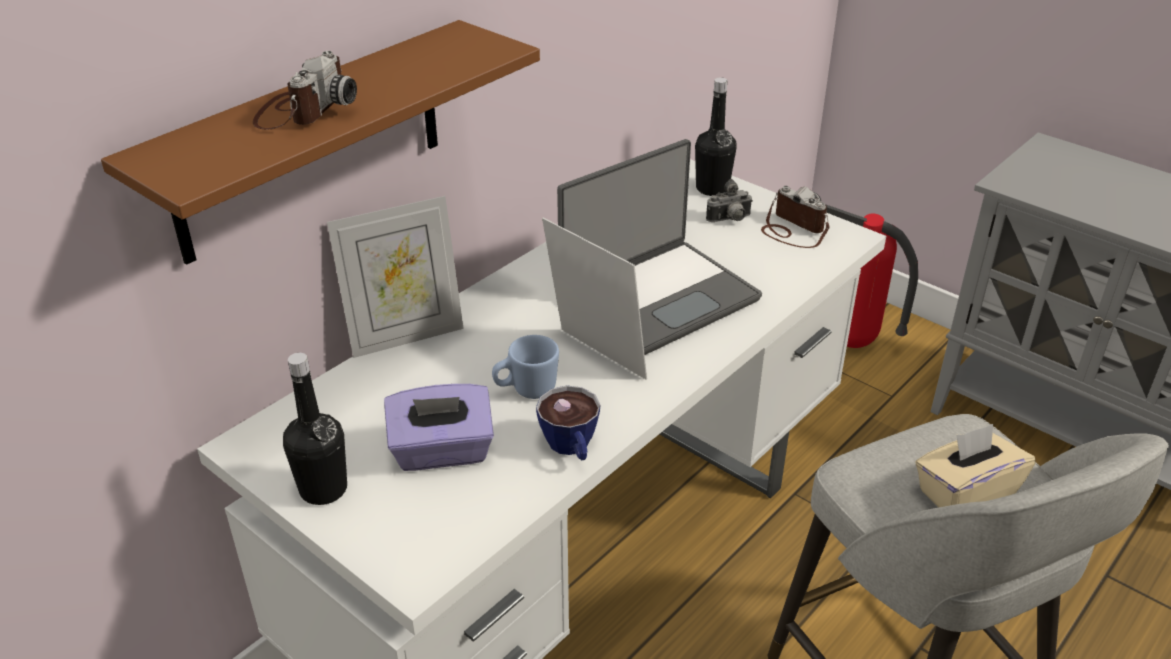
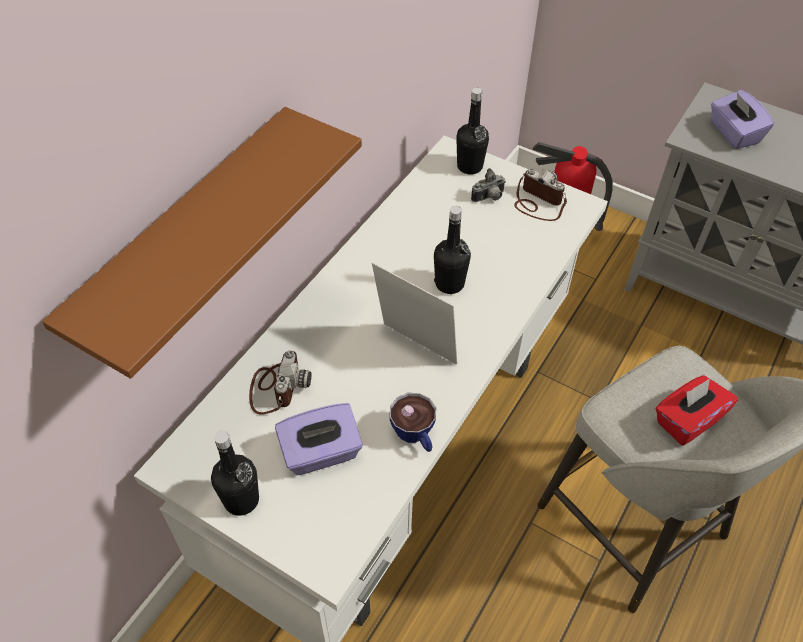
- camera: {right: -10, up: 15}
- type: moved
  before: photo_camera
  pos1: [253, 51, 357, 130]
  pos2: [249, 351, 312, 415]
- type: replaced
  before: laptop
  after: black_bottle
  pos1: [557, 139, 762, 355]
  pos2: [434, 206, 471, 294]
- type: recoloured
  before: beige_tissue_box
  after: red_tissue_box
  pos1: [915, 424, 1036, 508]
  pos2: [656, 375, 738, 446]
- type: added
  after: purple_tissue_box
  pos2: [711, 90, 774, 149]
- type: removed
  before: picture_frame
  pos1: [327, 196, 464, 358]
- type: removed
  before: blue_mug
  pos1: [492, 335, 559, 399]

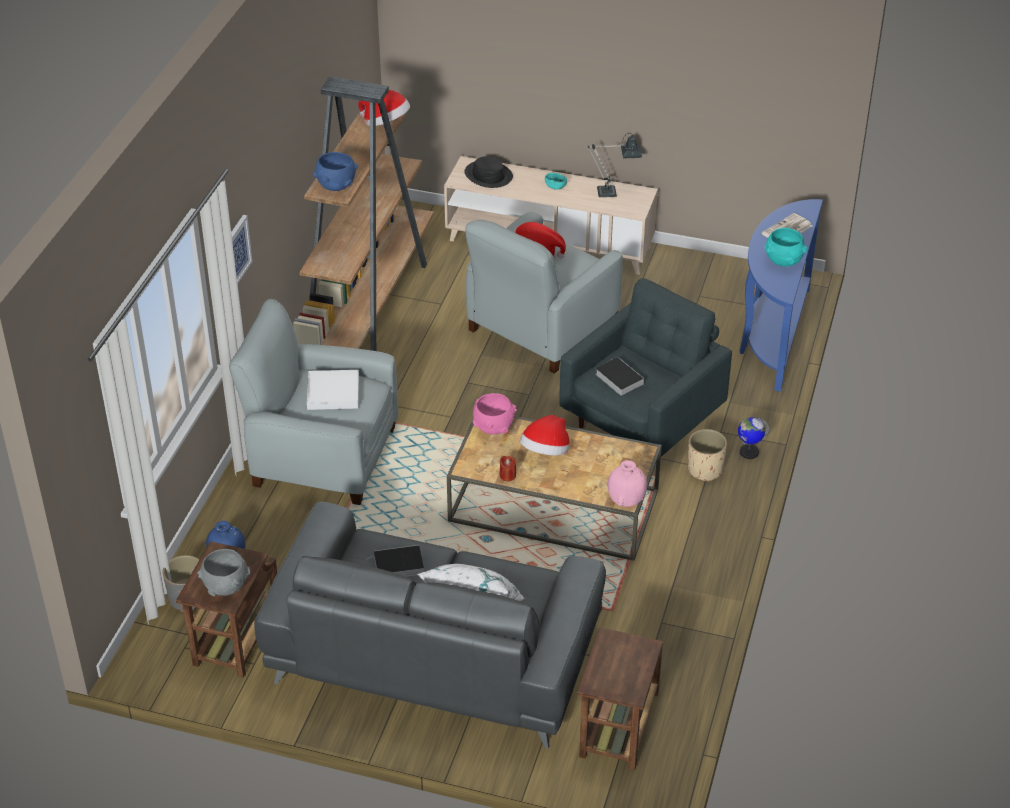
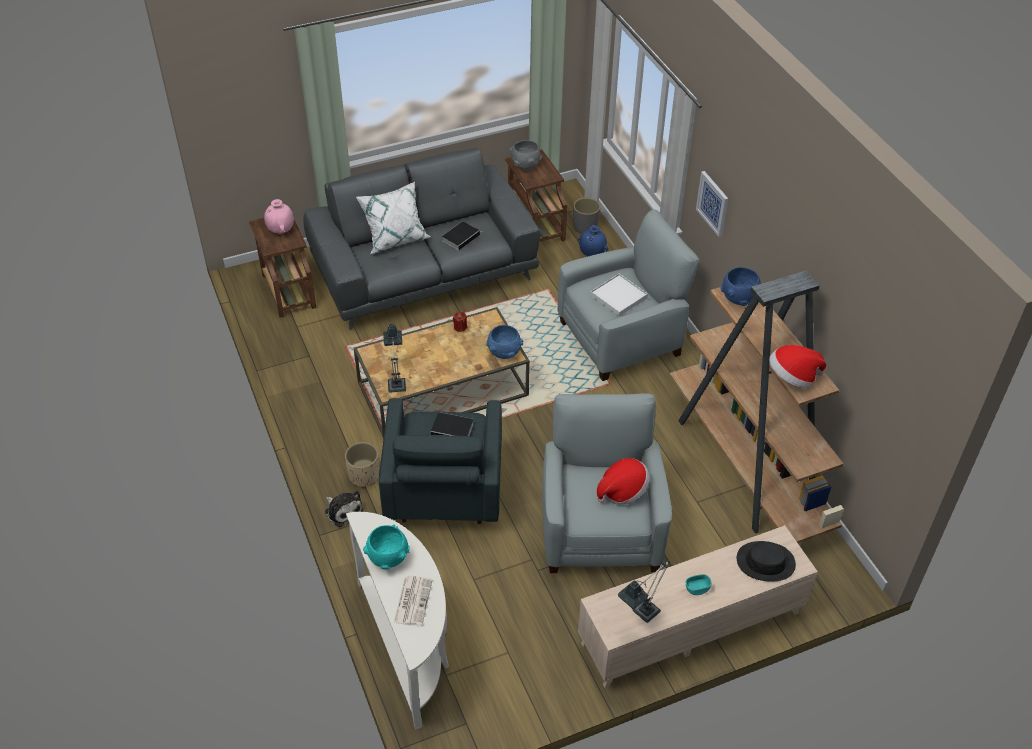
- camera: {right: 140, up: 5}
- type: moved
  before: pink_vase
  pos1: [608, 460, 647, 507]
  pos2: [264, 199, 294, 233]
- type: replaced
  before: globe
  after: plush_toy
  pos1: [738, 417, 769, 459]
  pos2: [325, 491, 363, 527]
- type: recoloured
  before: blue_console_table
  after: white_console_table
  pos1: [740, 199, 823, 391]
  pos2: [346, 512, 449, 730]
- type: added
  after: table_lamp
  pos2: [383, 324, 406, 393]
- type: recoloured
  before: pink_bowl
  after: blue_bowl
  pos1: [472, 393, 517, 435]
  pos2: [486, 325, 523, 359]
- type: removed
  before: hat
  pos1: [520, 415, 570, 456]

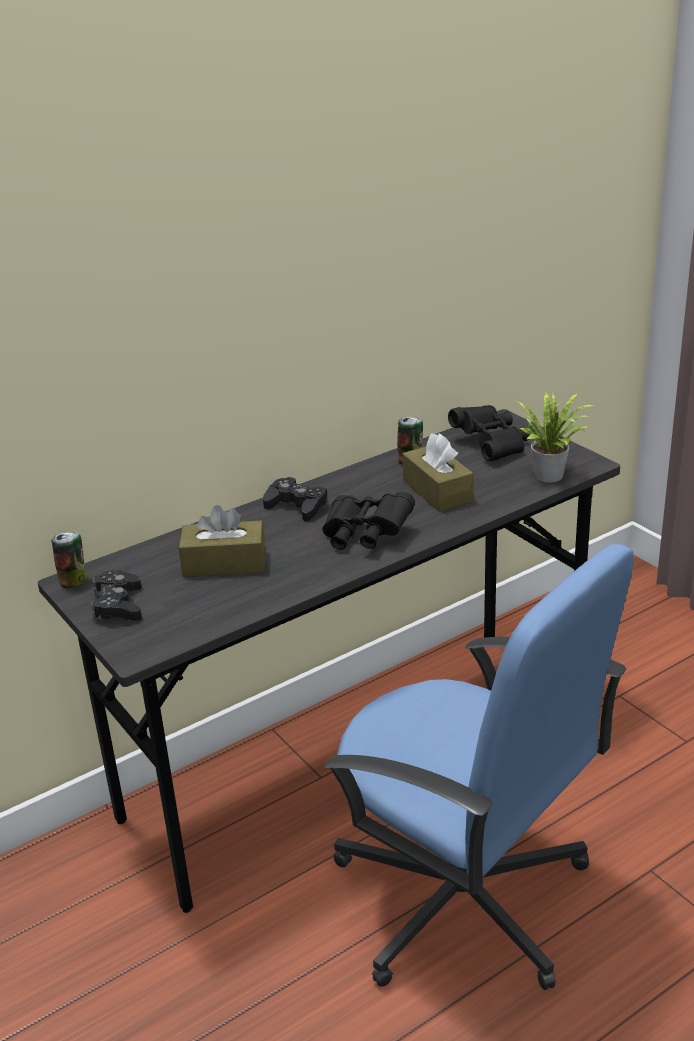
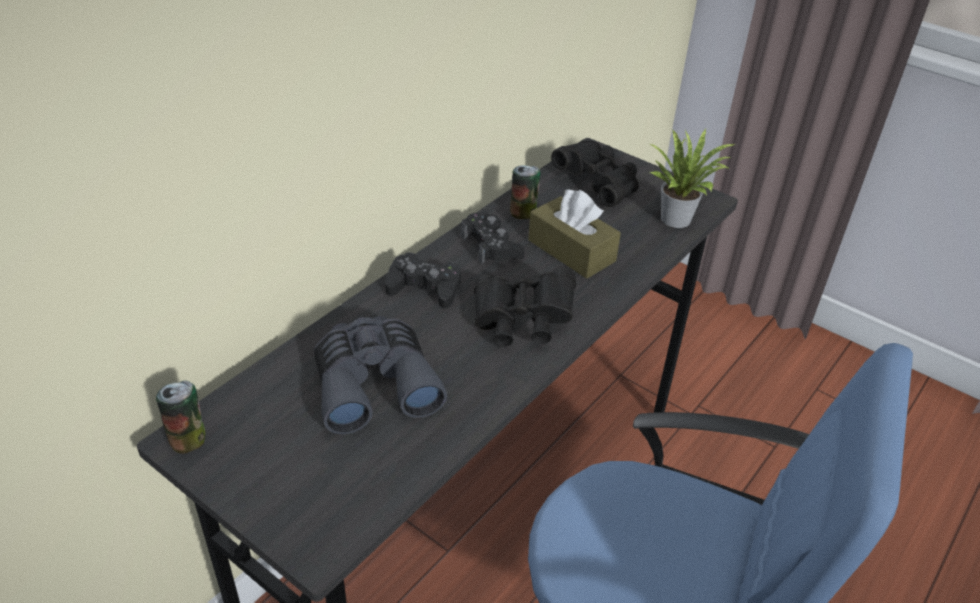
- camera: {right: -20, up: 10}
- type: replaced
  before: brown_tissue_box
  after: grey_binoculars
  pos1: [179, 505, 265, 577]
  pos2: [314, 316, 447, 435]
- type: moved
  before: black_game_controller
  pos1: [91, 570, 142, 622]
  pos2: [461, 212, 525, 264]

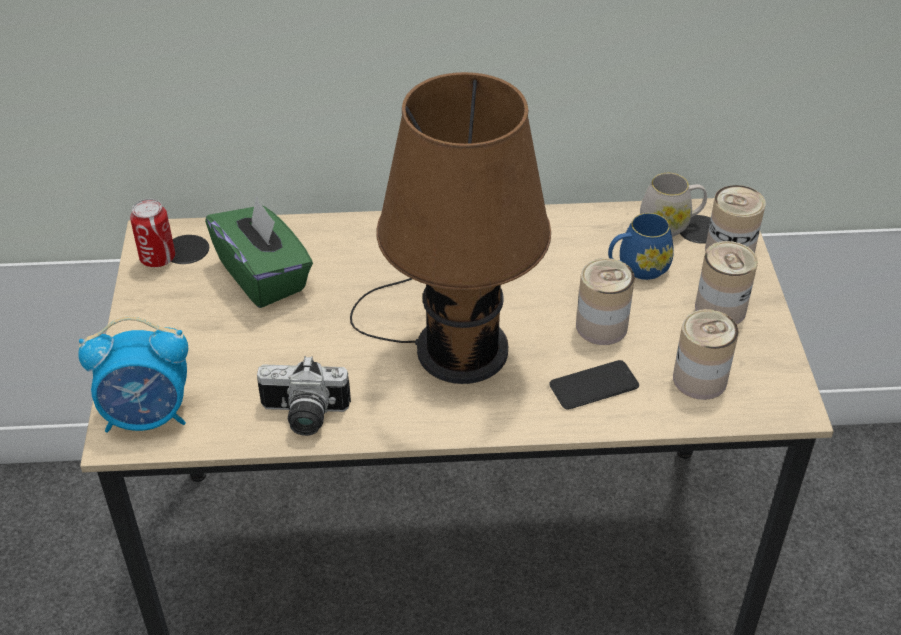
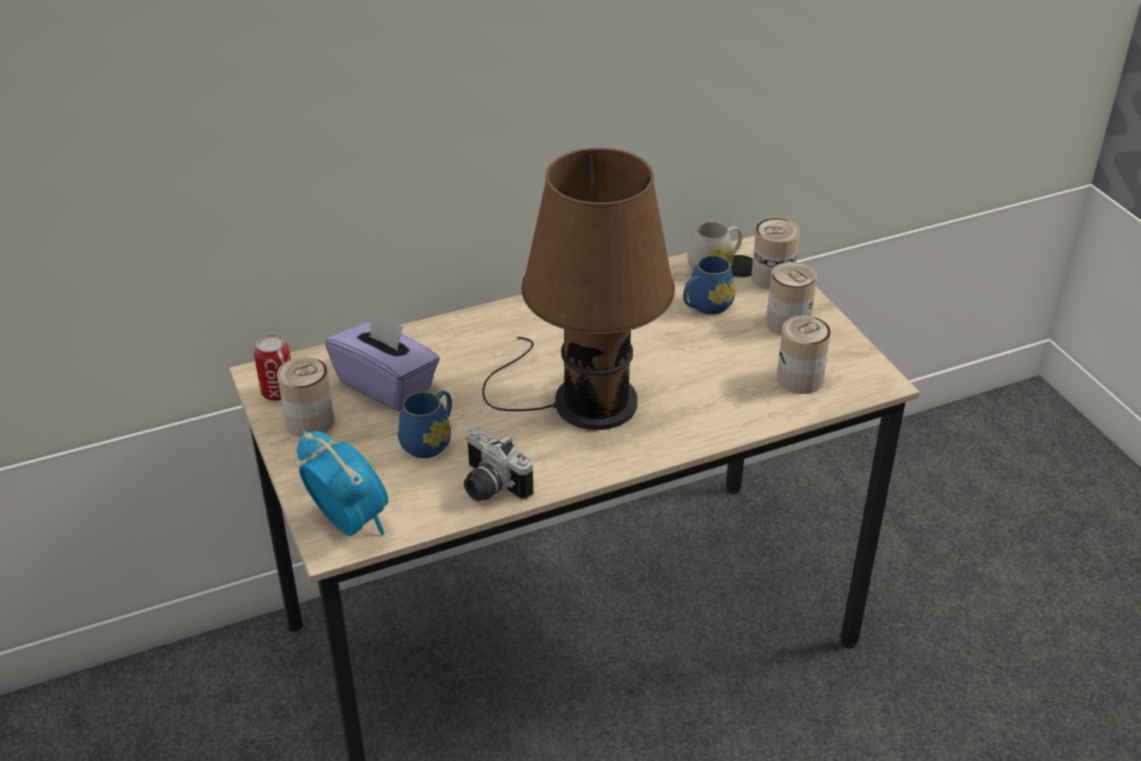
- camera: {right: -20, up: -5}
- type: moved
  before: can
  pos1: [576, 258, 635, 345]
  pos2: [277, 357, 334, 438]
- type: turned
  before: alarm_clock
  pos1: [78, 317, 188, 433]
  pos2: [297, 431, 388, 536]
  turn: -105
- type: recoloured
  before: green_tissue_box
  after: purple_tissue_box
  pos1: [205, 196, 313, 308]
  pos2: [325, 310, 440, 411]
- type: added
  after: blue_mug
  pos2: [398, 391, 452, 458]
- type: turned
  before: photo_camera
  pos1: [257, 356, 351, 436]
  pos2: [464, 427, 533, 501]
  turn: 60
- type: removed
  before: phone
  pos1: [549, 360, 639, 409]

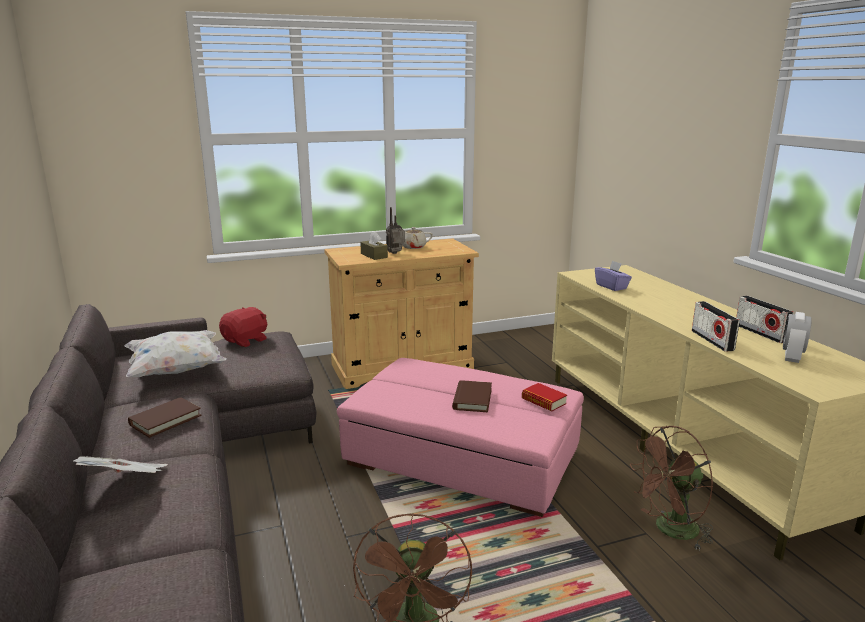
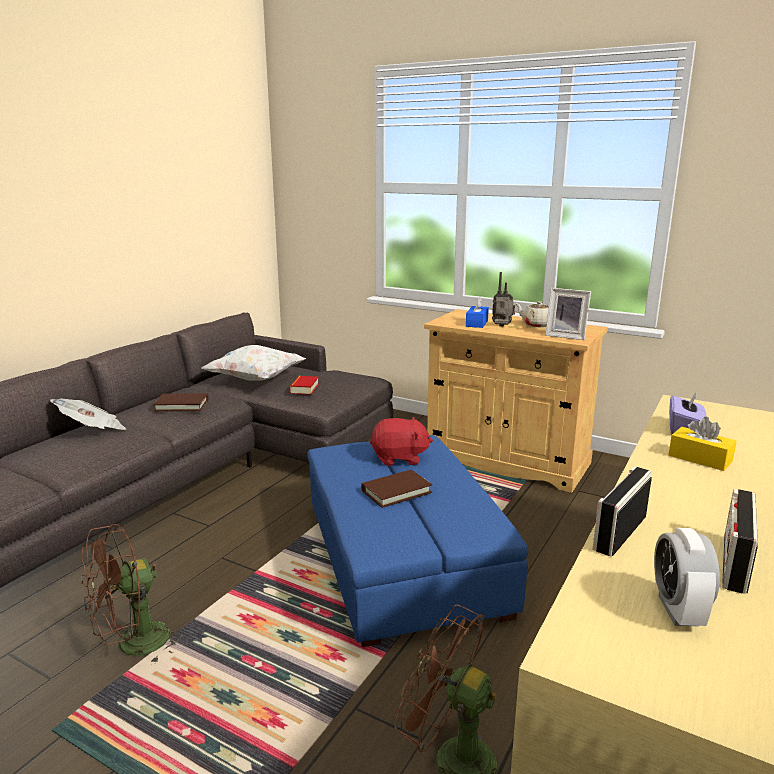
- camera: {right: 50, up: 0}
- type: moved
  before: book
  pos1: [522, 383, 567, 411]
  pos2: [289, 376, 319, 395]
- type: recoloured
  before: pink_ottoman
  after: blue_ottoman
  pos1: [337, 358, 584, 517]
  pos2: [307, 435, 528, 647]
- type: moved
  before: red_plush_toy
  pos1: [219, 307, 267, 347]
  pos2: [370, 417, 433, 466]
- type: recoloured
  before: brown_tissue_box
  after: blue_tissue_box
  pos1: [360, 231, 388, 260]
  pos2: [466, 296, 489, 328]
- type: added
  after: picture_frame
  pos2: [545, 288, 591, 340]
- type: turned
  before: alarm_clock
  pos1: [783, 312, 812, 363]
  pos2: [654, 528, 720, 626]
  turn: -75
- type: added
  after: yellow_tissue_box
  pos2: [668, 417, 737, 471]

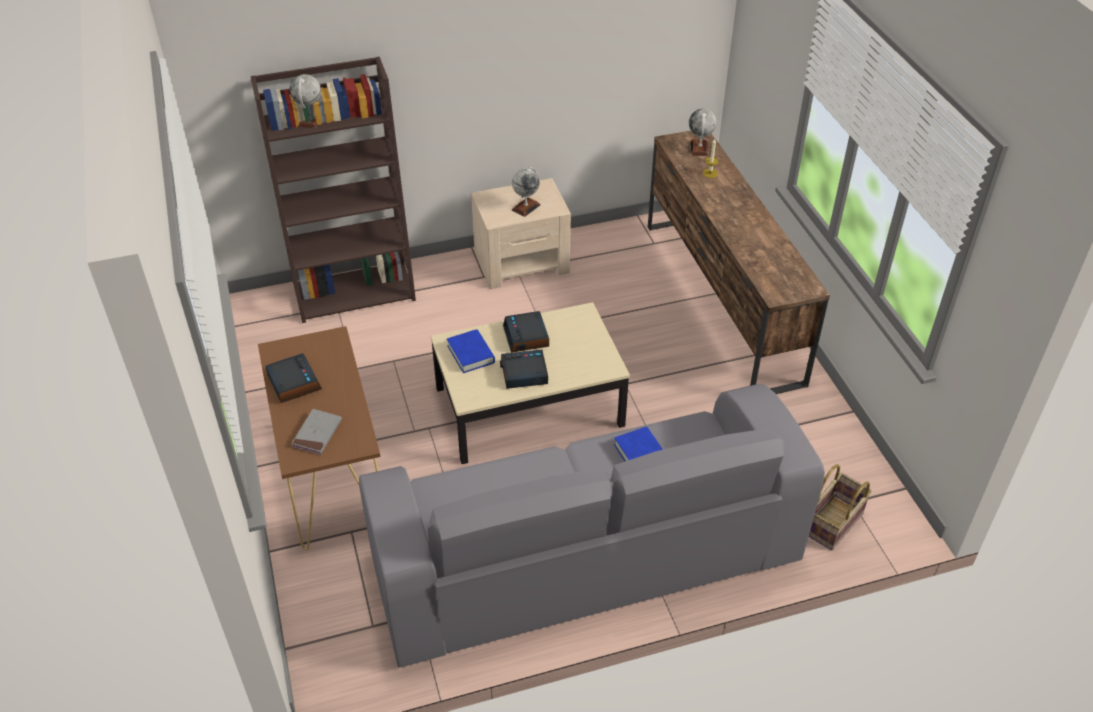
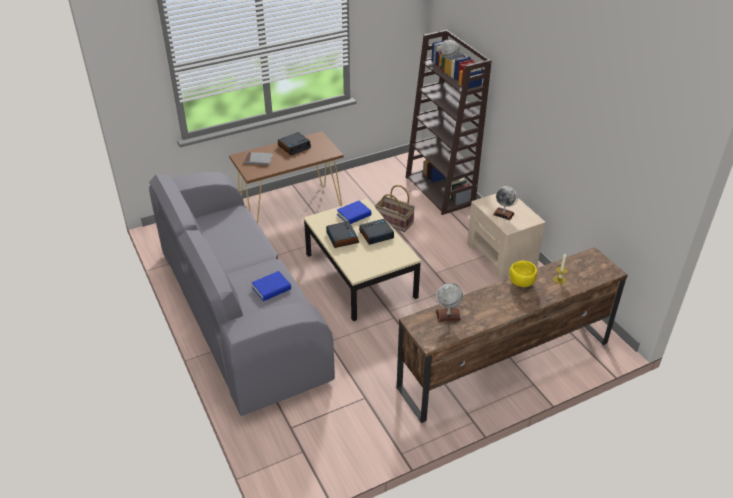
- camera: {right: 80, up: -5}
- type: moved
  before: basket
  pos1: [809, 464, 872, 550]
  pos2: [375, 185, 415, 232]
- type: moved
  before: globe
  pos1: [689, 109, 716, 156]
  pos2: [435, 283, 463, 322]
- type: added
  after: yellow_bowl
  pos2: [509, 260, 537, 287]

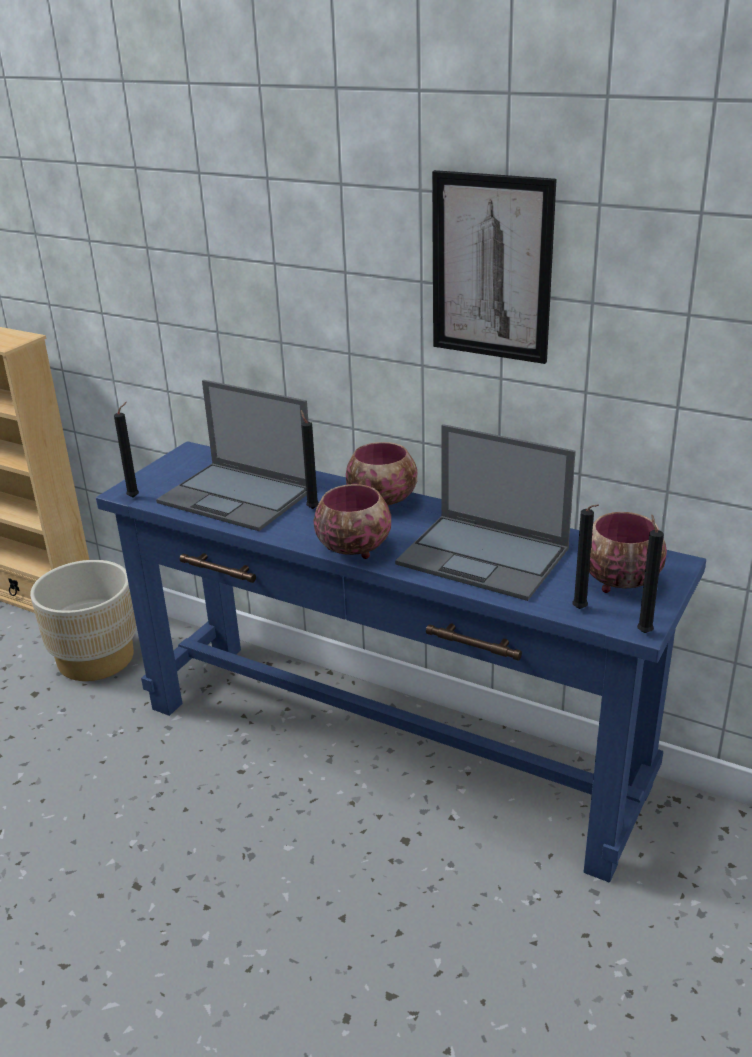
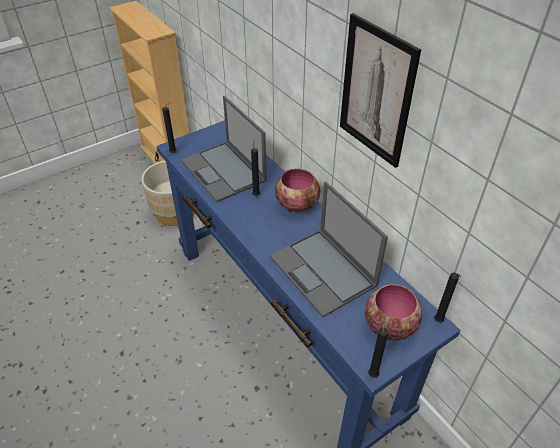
- camera: {right: 25, up: 15}
- type: moved
  before: black_candle
  pos1: [572, 504, 599, 609]
  pos2: [434, 272, 461, 323]
- type: removed
  before: bowl
  pos1: [313, 484, 391, 559]

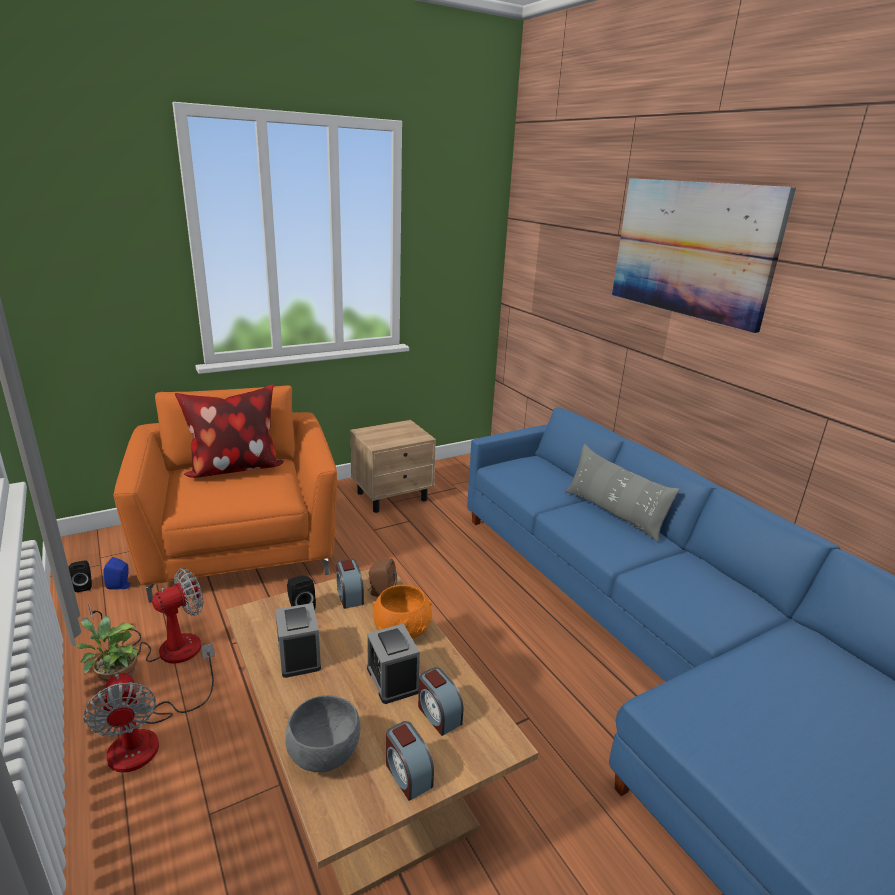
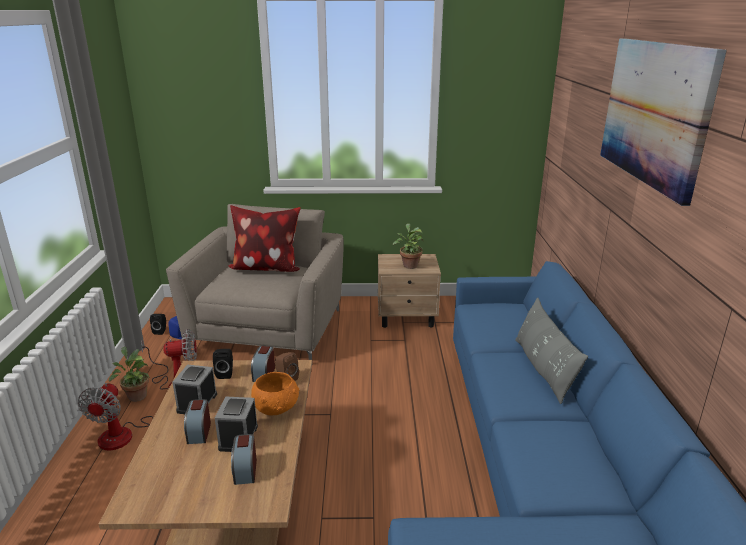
- camera: {right: 30, up: 0}
- type: recoloured
  before: orange_armchair
  after: beige_armchair
  pos1: [113, 386, 337, 603]
  pos2: [166, 204, 344, 360]
- type: moved
  before: alarm_clock
  pos1: [386, 721, 434, 801]
  pos2: [184, 399, 211, 444]
- type: added
  after: potted_plant
  pos2: [393, 223, 424, 269]
- type: removed
  before: grey_bowl
  pos1: [285, 695, 360, 772]

